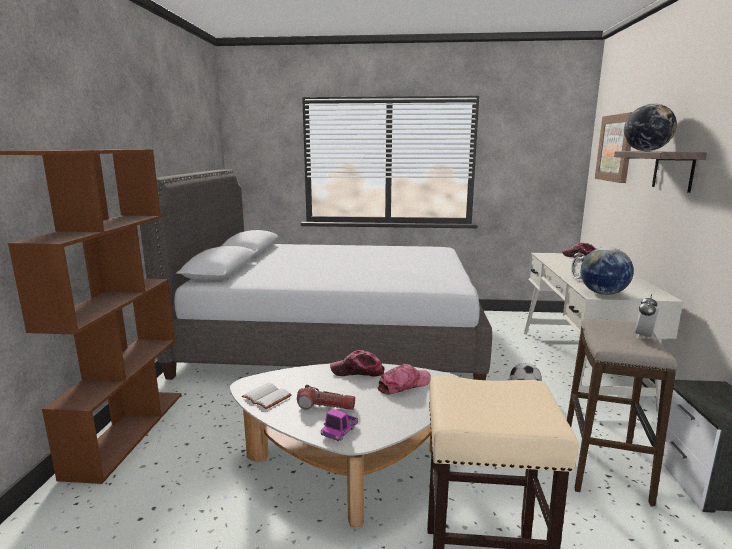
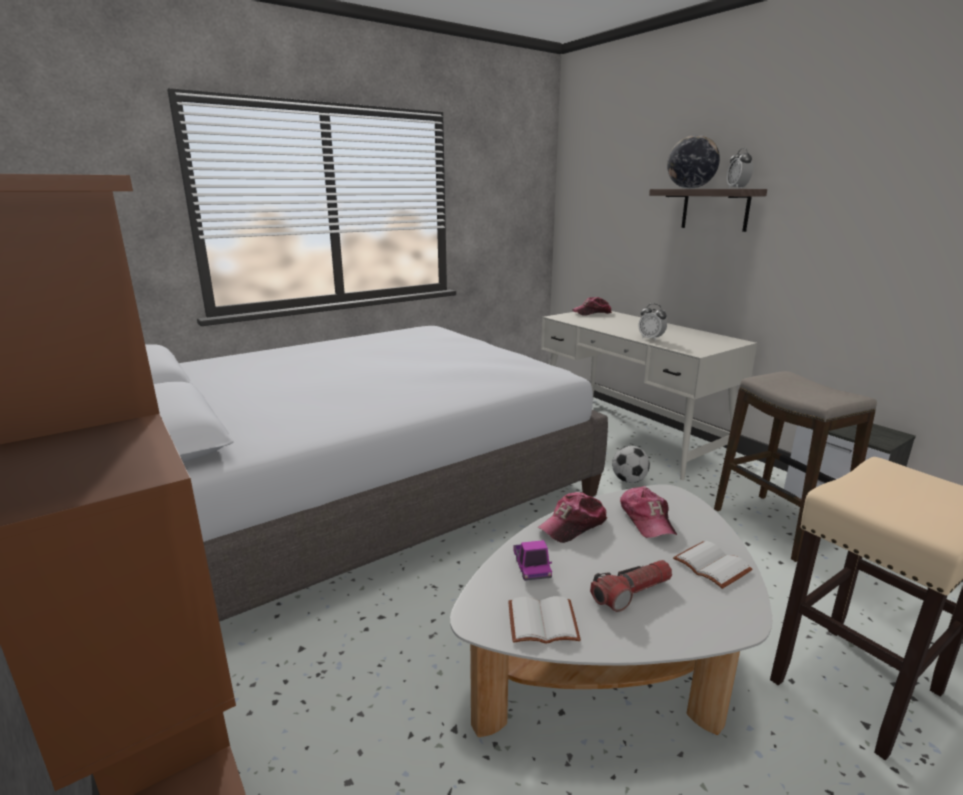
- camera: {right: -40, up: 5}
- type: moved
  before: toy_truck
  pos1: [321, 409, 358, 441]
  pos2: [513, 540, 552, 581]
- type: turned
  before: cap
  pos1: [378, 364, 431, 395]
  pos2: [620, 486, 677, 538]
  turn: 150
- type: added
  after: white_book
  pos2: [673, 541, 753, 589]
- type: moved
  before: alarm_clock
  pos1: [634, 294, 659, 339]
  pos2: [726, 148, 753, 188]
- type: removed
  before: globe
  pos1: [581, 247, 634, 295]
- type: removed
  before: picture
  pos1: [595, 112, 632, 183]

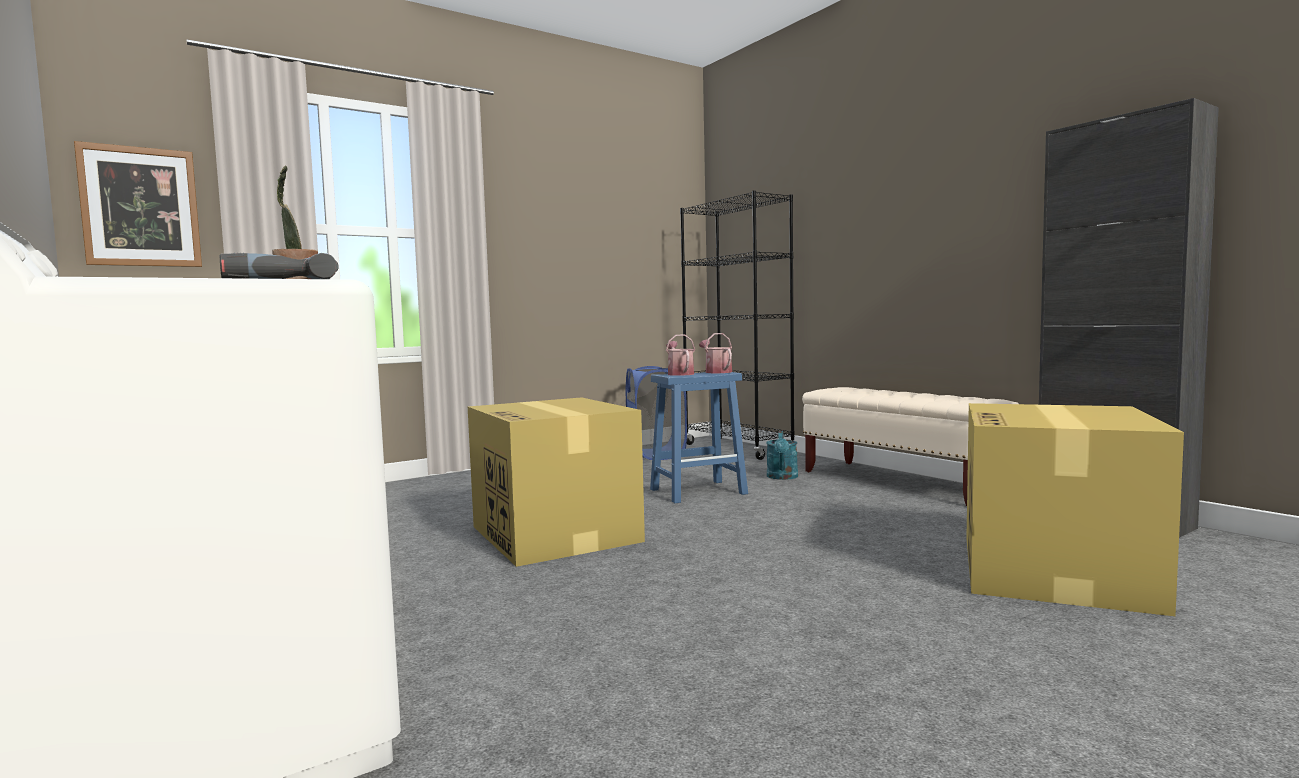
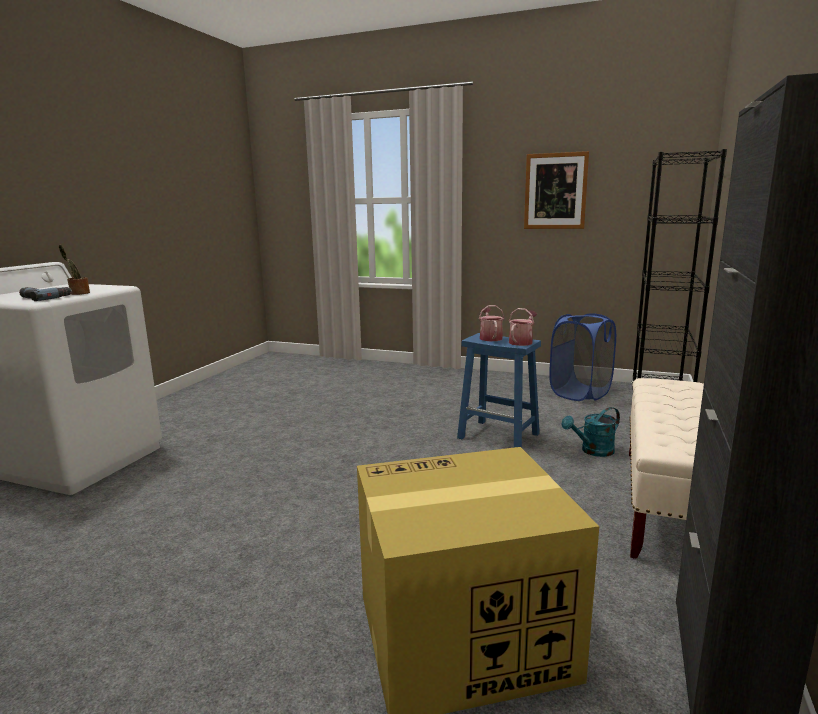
- camera: {right: 55, up: 10}
- type: turned
  before: watering_can
  pos1: [666, 334, 695, 376]
  pos2: [479, 305, 504, 341]
  turn: -45
- type: moved
  before: picture
  pos1: [74, 141, 202, 267]
  pos2: [524, 151, 589, 229]
- type: removed
  before: cardboard_box
  pos1: [468, 397, 645, 567]

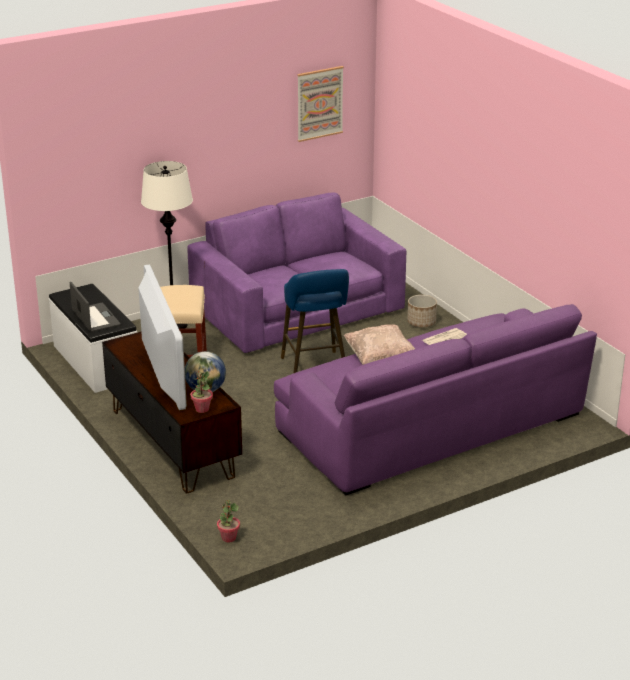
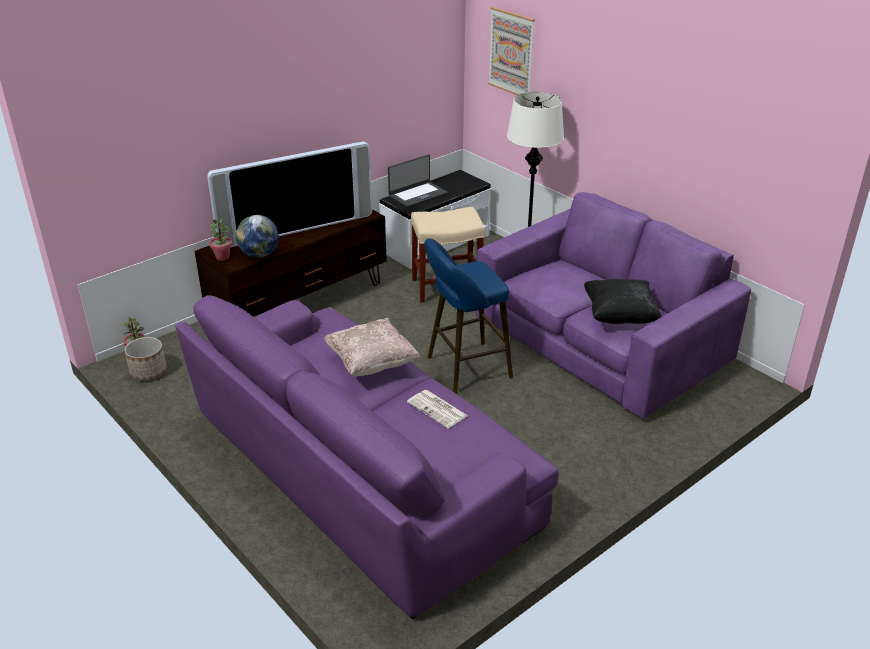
- camera: {right: 80, up: 5}
- type: moved
  before: planter
  pos1: [407, 295, 437, 327]
  pos2: [124, 337, 166, 380]
- type: moved
  before: picture
  pos1: [297, 66, 344, 142]
  pos2: [488, 7, 535, 95]
- type: added
  after: black_pillow
  pos2: [584, 279, 662, 324]

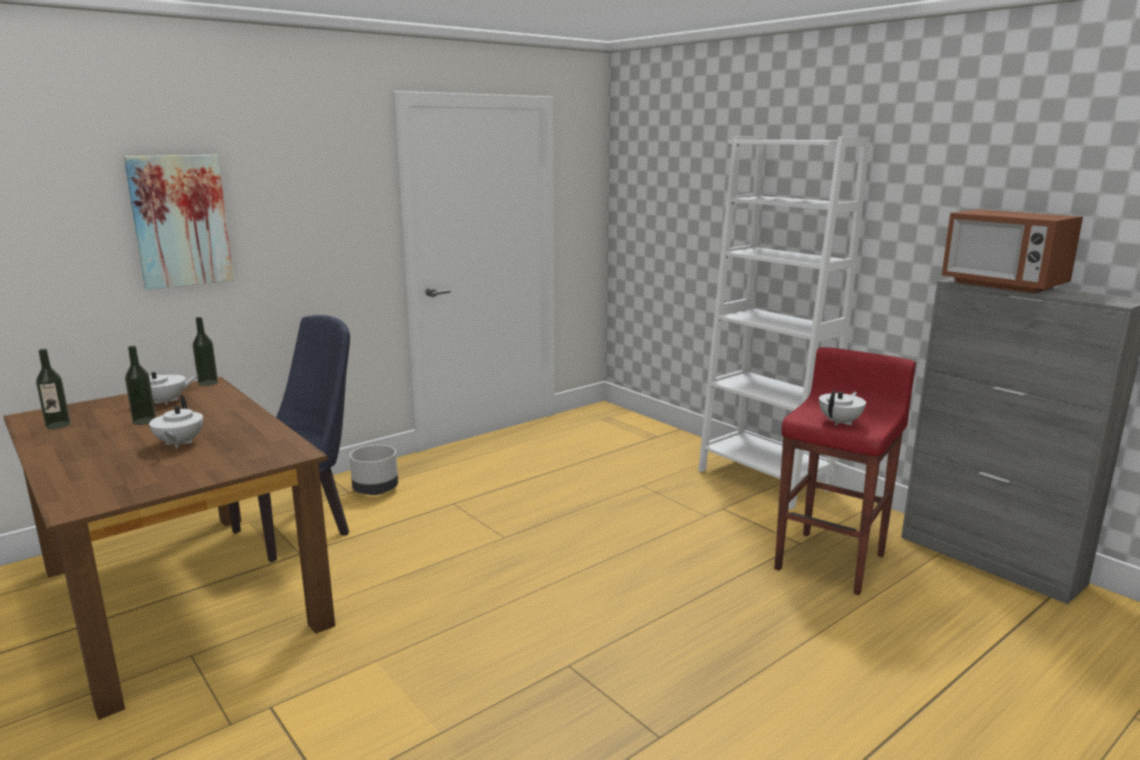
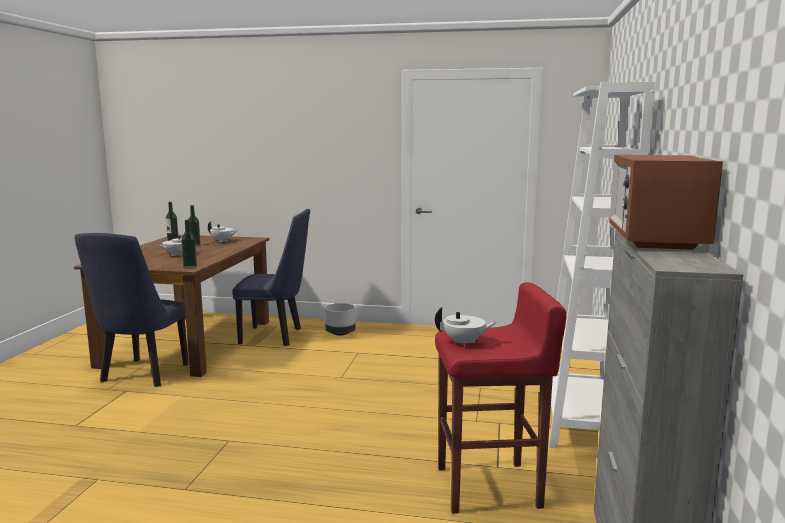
- camera: {right: 50, up: -5}
- type: added
  after: blue_chair
  pos2: [75, 233, 189, 387]
- type: moved
  before: bottle
  pos1: [193, 317, 218, 386]
  pos2: [181, 220, 197, 269]
- type: removed
  before: picture
  pos1: [124, 155, 234, 290]

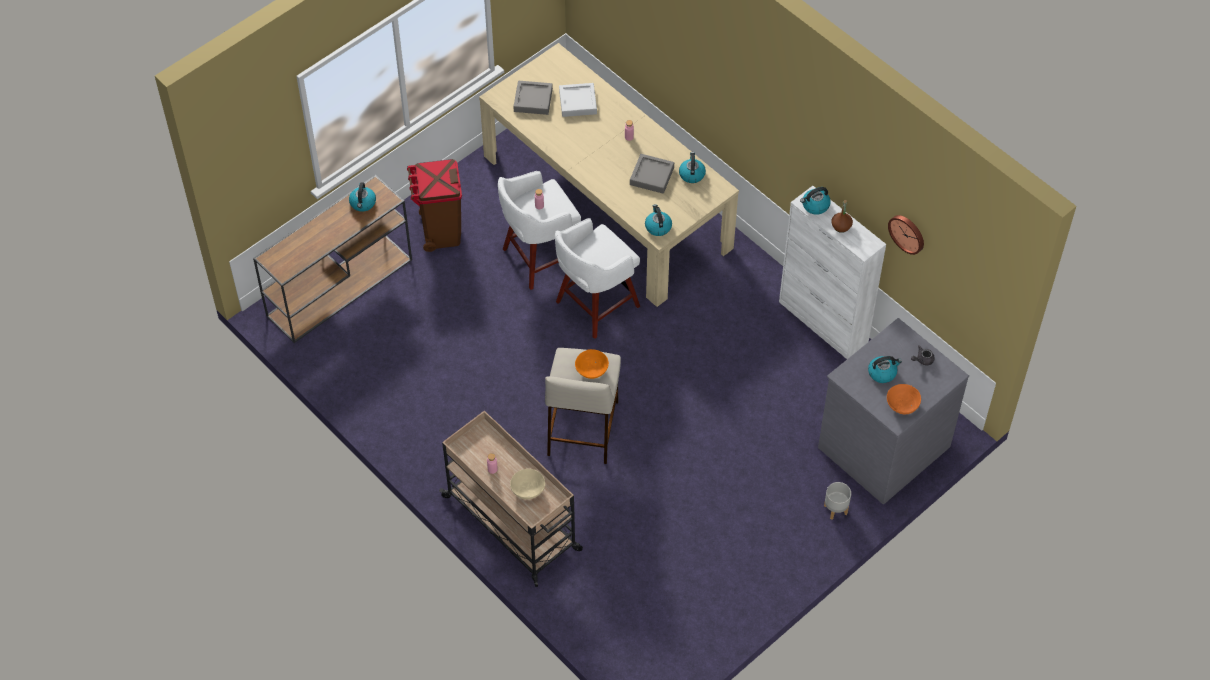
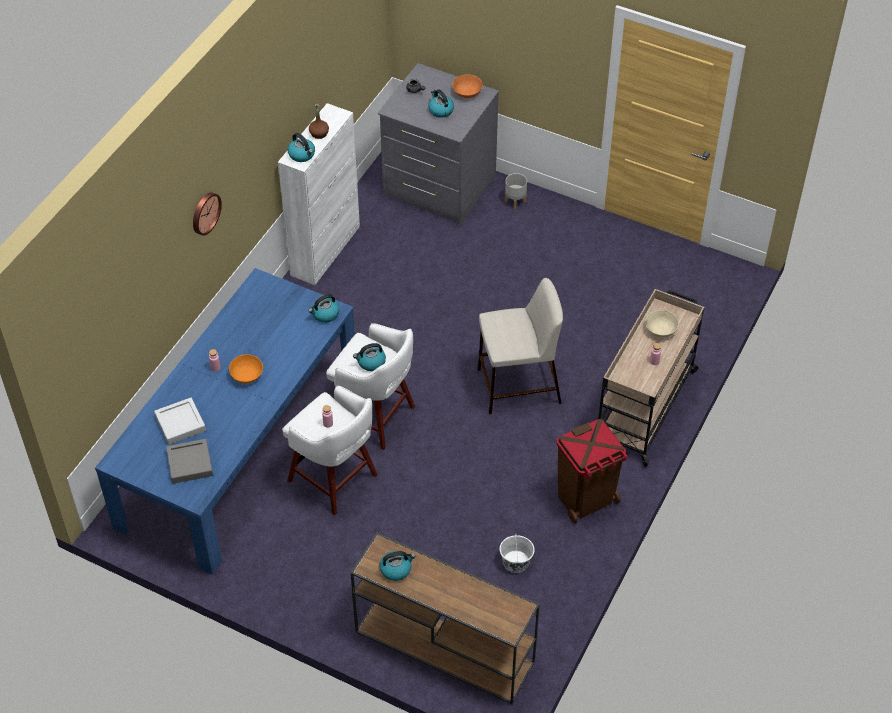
- camera: {right: -110, up: -5}
- type: recoloured
  before: beige_dining_table
  after: blue_dining_table
  pos1: [479, 43, 739, 307]
  pos2: [95, 268, 355, 575]
- type: moved
  before: wall_clock
  pos1: [888, 215, 924, 255]
  pos2: [193, 192, 222, 236]
- type: moved
  before: orange_bowl
  pos1: [575, 349, 609, 379]
  pos2: [229, 354, 263, 384]
- type: moved
  before: kettle
  pos1: [679, 152, 706, 183]
  pos2: [353, 343, 386, 371]
- type: added
  after: white_bucket
  pos2: [500, 533, 535, 573]
- type: moved
  before: brown_trash_can
  pos1: [407, 159, 462, 252]
  pos2: [556, 419, 628, 523]
- type: removed
  before: grey_tray
  pos1: [630, 154, 674, 194]

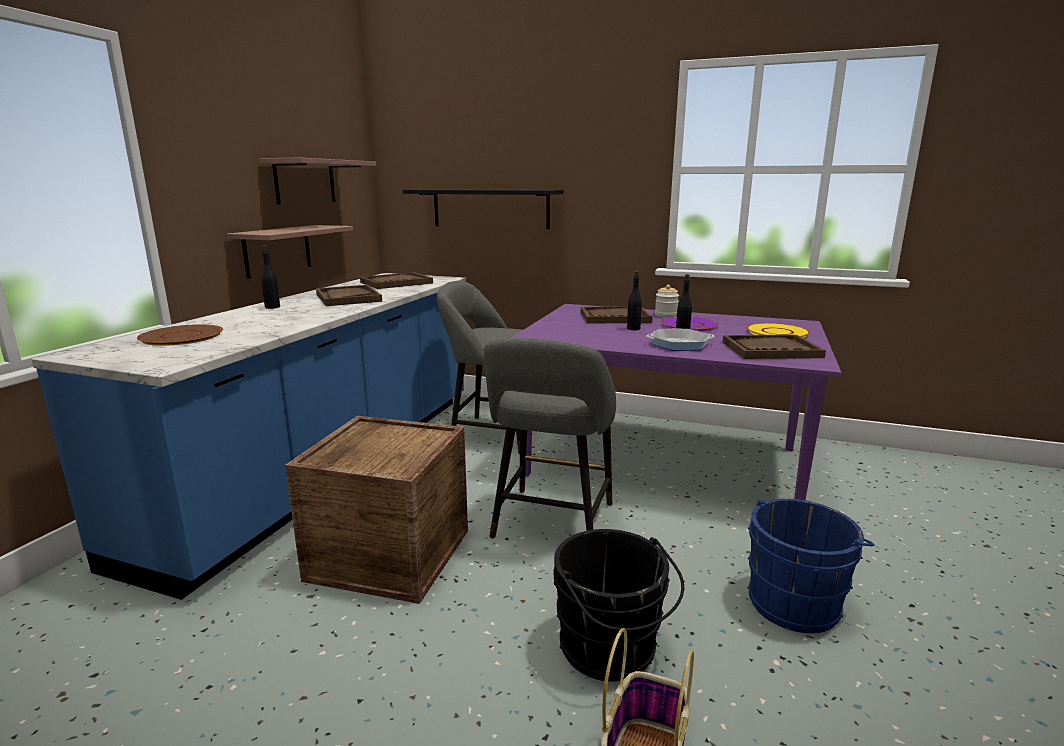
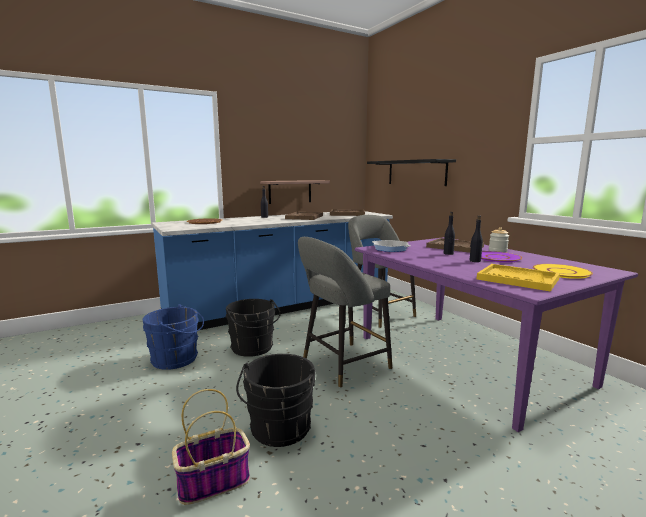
- camera: {right: 40, up: -5}
- type: moved
  before: blue_bucket
  pos1: [747, 499, 875, 633]
  pos2: [143, 304, 204, 370]
- type: replaced
  before: crate
  after: black_bucket
  pos1: [285, 416, 468, 604]
  pos2: [225, 299, 281, 357]
- type: moved
  before: frying_pan
  pos1: [646, 329, 714, 351]
  pos2: [372, 240, 411, 252]
- type: recoloured
  before: brown_tray
  after: yellow_tray
  pos1: [723, 335, 826, 359]
  pos2: [477, 264, 560, 291]
- type: removed
  before: shelf
  pos1: [259, 158, 376, 205]

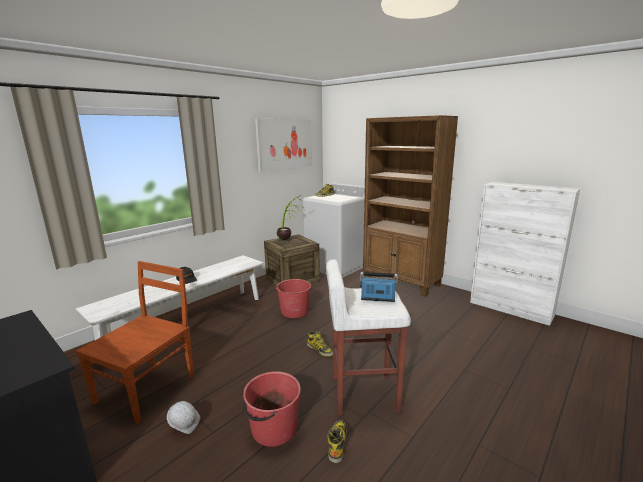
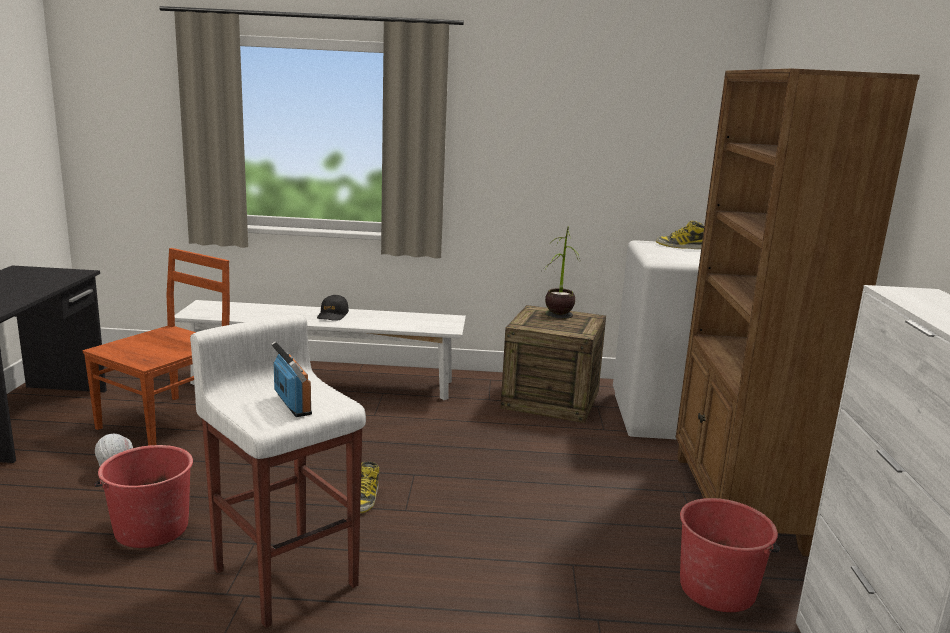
- camera: {right: 50, up: 0}
- type: turned
  before: brown_chair
  pos1: [76, 261, 194, 424]
  pos2: [83, 248, 230, 446]
  turn: -45
- type: moved
  before: red_bucket
  pos1: [276, 279, 313, 318]
  pos2: [680, 498, 780, 612]
- type: removed
  before: picture
  pos1: [255, 119, 312, 172]
- type: removed
  before: boot
  pos1: [328, 420, 347, 463]

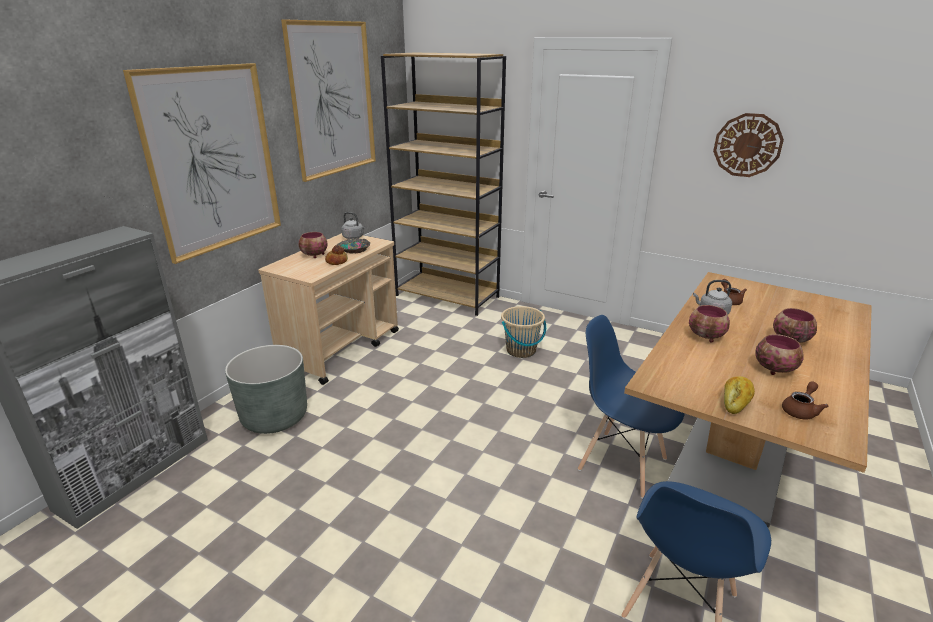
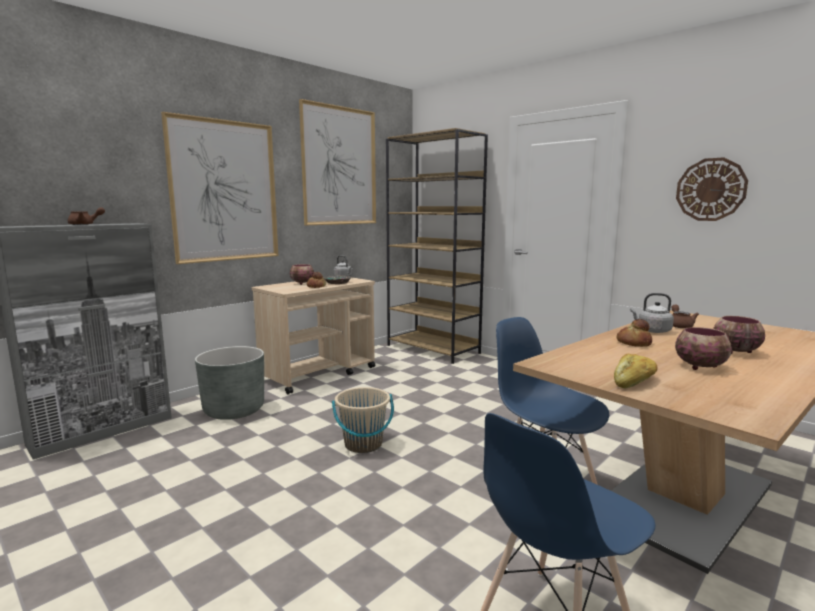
- camera: {right: 15, up: -15}
- type: moved
  before: brown_teapot
  pos1: [782, 381, 828, 420]
  pos2: [68, 207, 105, 225]
- type: moved
  before: beige_bucket
  pos1: [501, 306, 546, 358]
  pos2: [332, 387, 394, 453]
- type: replaced
  before: bowl
  after: bread
  pos1: [689, 305, 730, 342]
  pos2: [616, 319, 652, 347]

